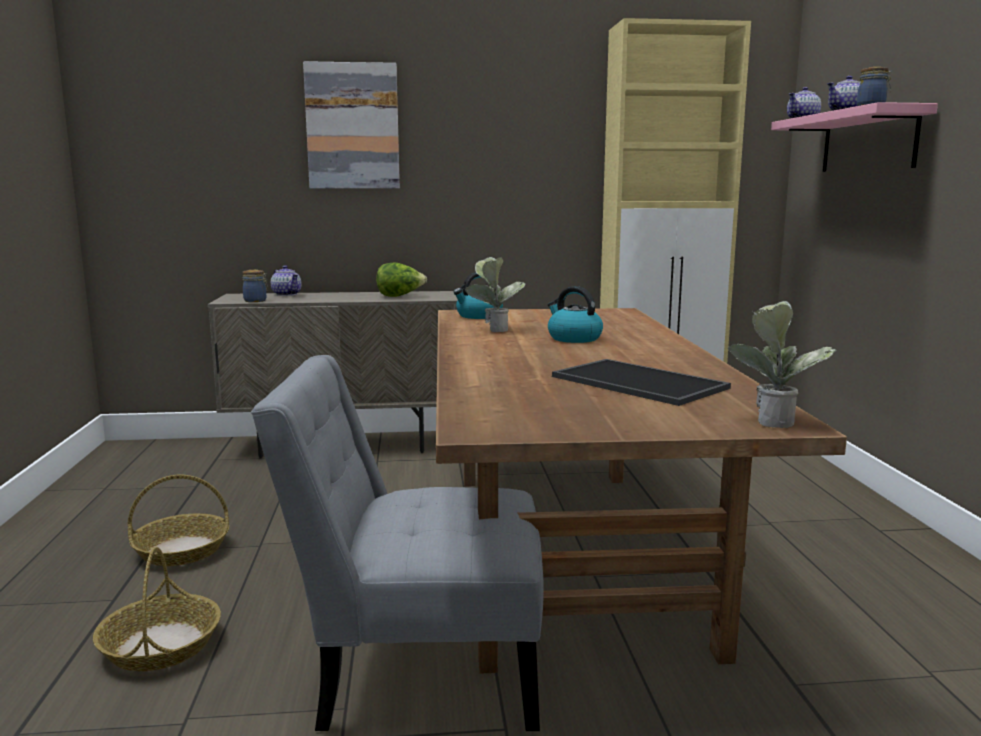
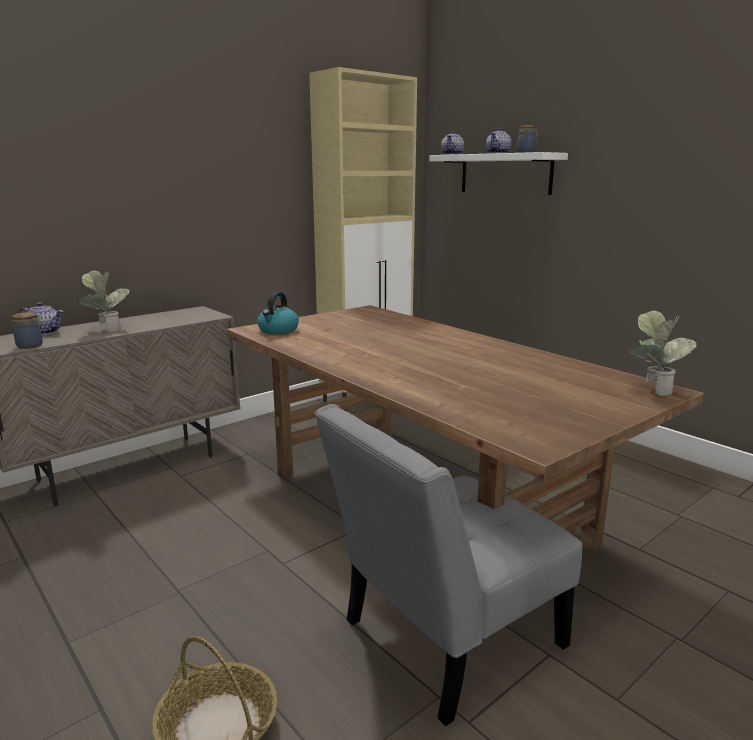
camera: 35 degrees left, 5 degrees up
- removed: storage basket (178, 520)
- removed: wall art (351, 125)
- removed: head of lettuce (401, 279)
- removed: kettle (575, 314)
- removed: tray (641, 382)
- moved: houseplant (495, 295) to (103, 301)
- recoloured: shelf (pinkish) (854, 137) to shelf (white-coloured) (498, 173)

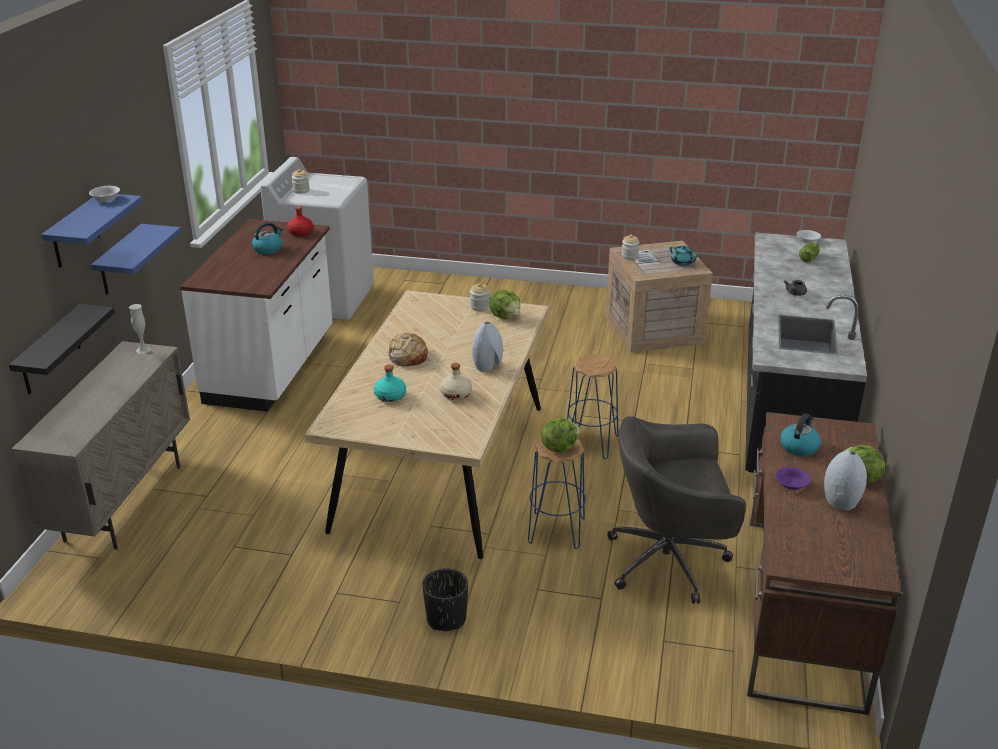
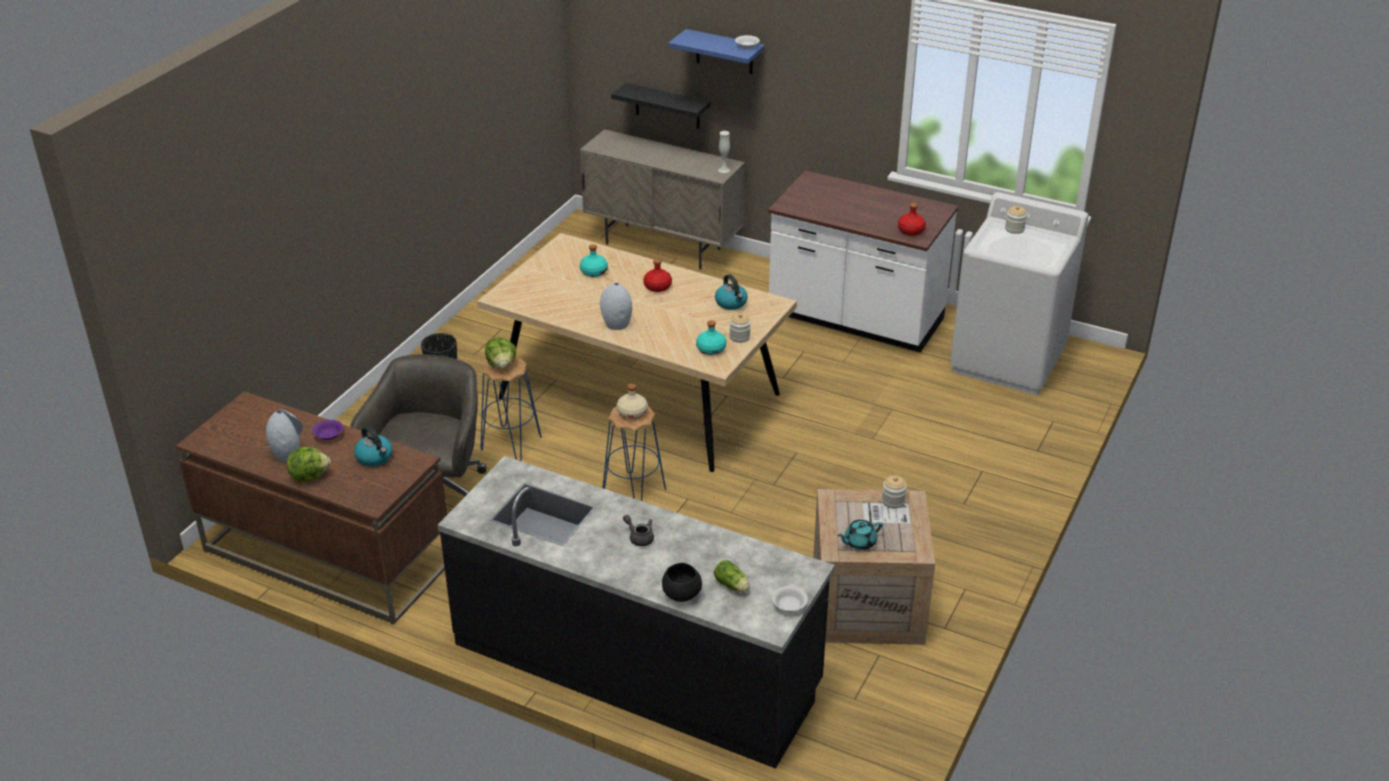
camera: 105 degrees right, 5 degrees up
- removed: shelf (bluish) (136, 259)
- added: serving bowl (black) (682, 582)
- moved: kettle (267, 238) to (731, 292)
- moved: bottle (sand-coloured) (456, 381) to (632, 401)
- replaced: bakery bread (408, 349) to bottle (red-coloured) (657, 275)
- replaced: head of lettuce (505, 304) to bottle (turquoise-coloured) (711, 337)

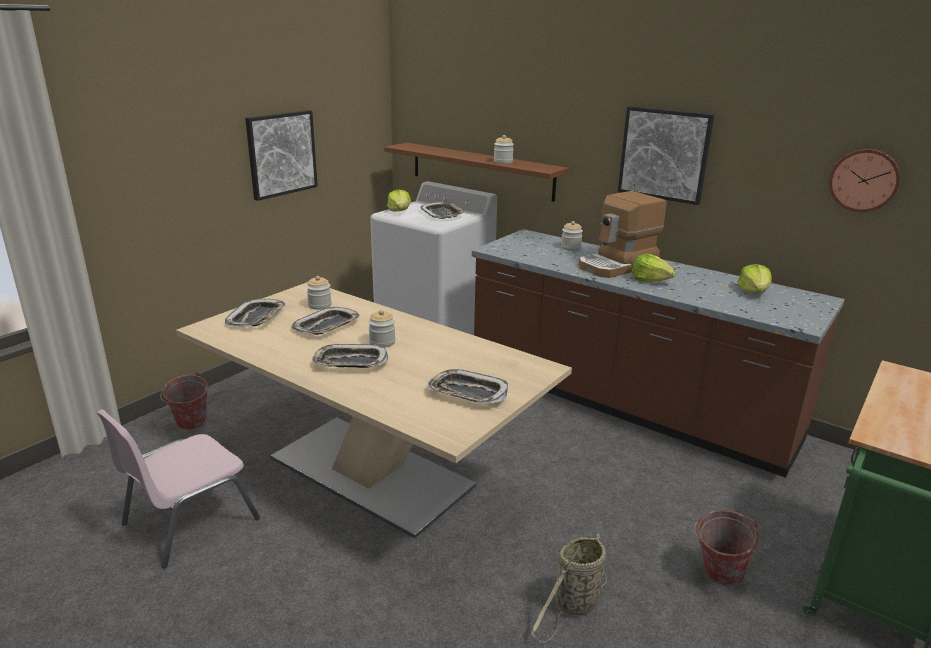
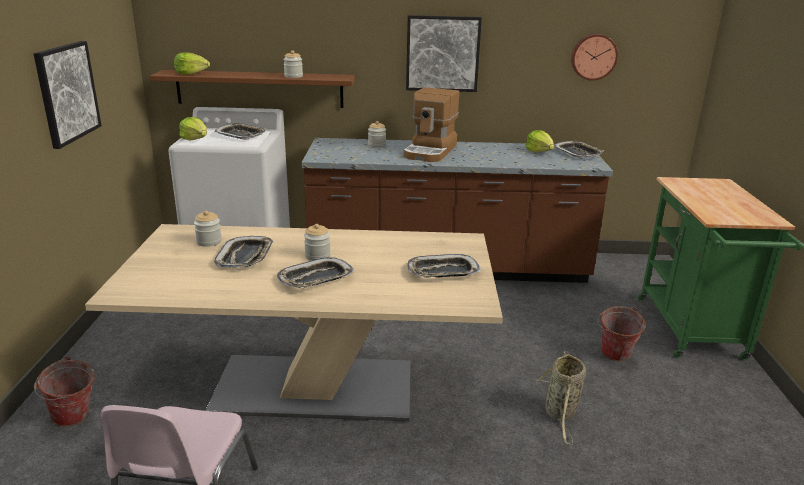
camera: 35 degrees left, 0 degrees up
- moved: tray (255, 313) to (579, 149)
- moved: head of lettuce (654, 268) to (192, 63)

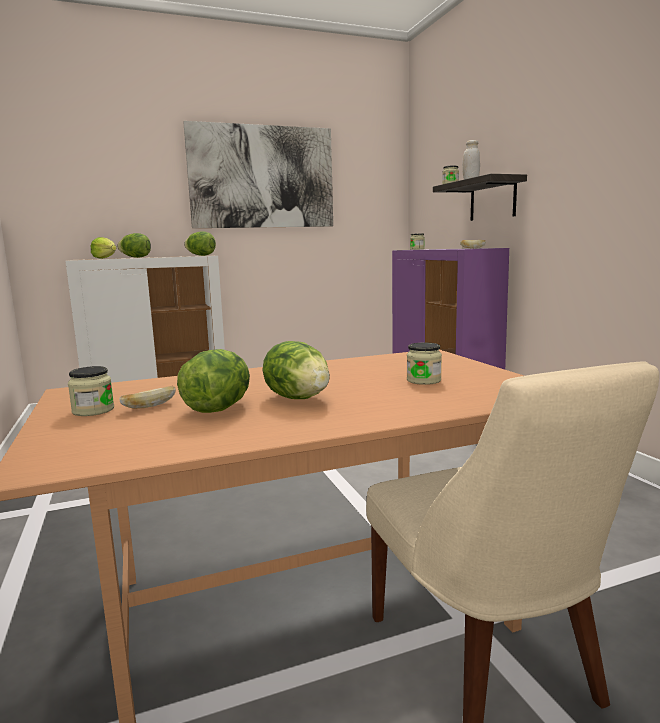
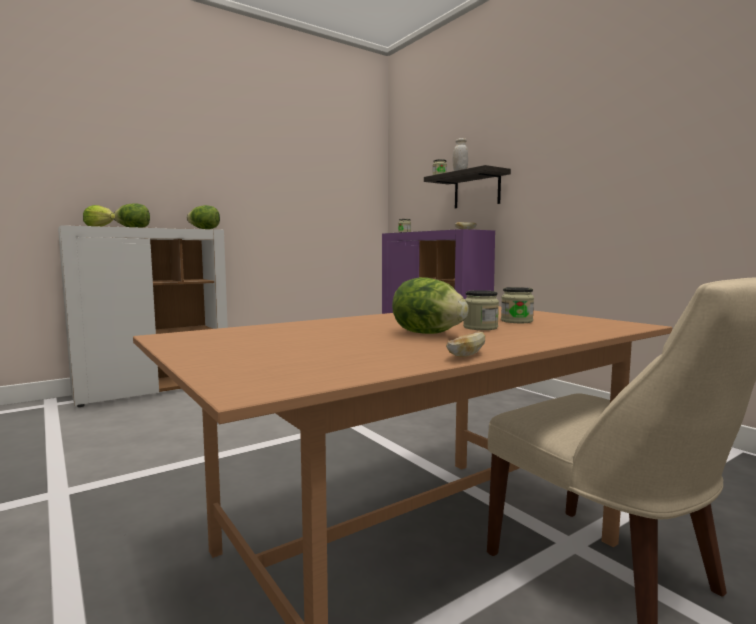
camera: 15 degrees left, 5 degrees down
- removed: head of lettuce (213, 381)
- removed: wall art (258, 174)
- moved: jar (91, 391) to (481, 310)
- moved: bakery bread (148, 397) to (465, 344)

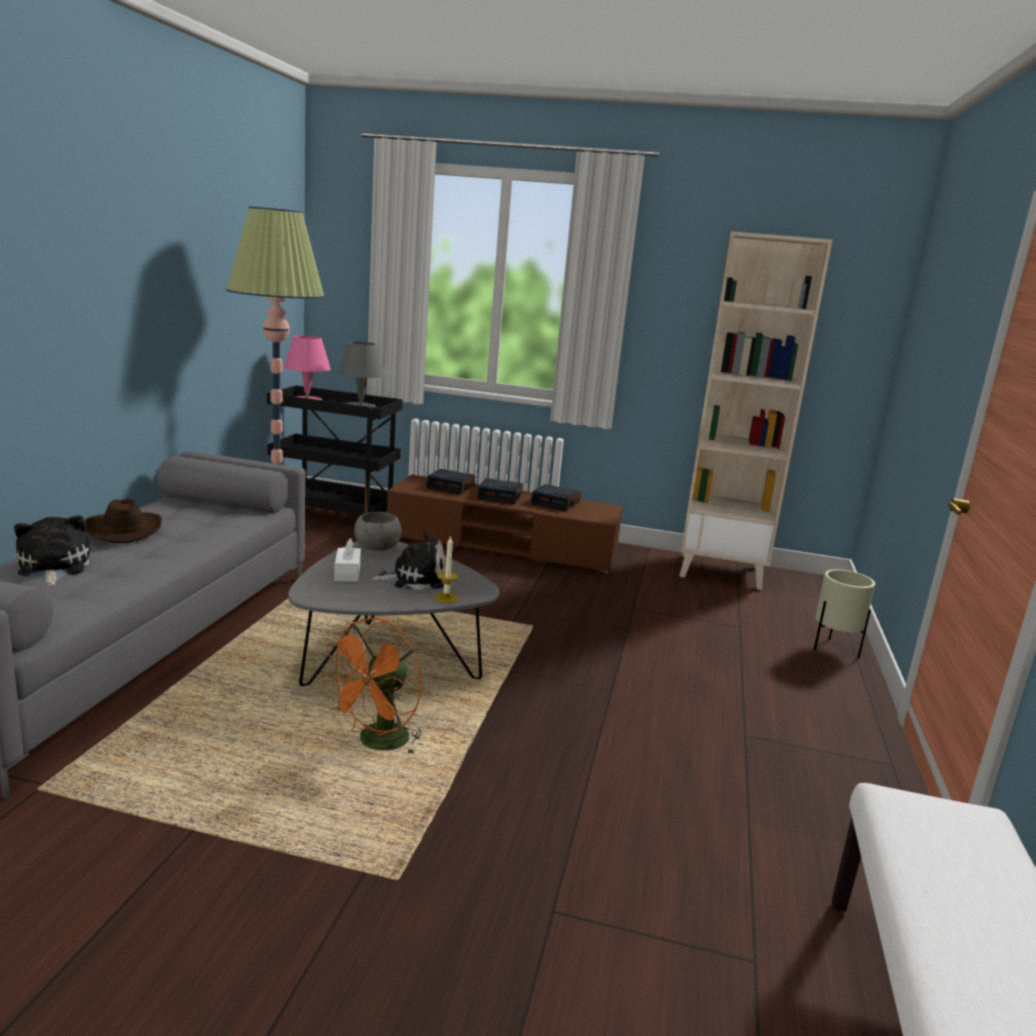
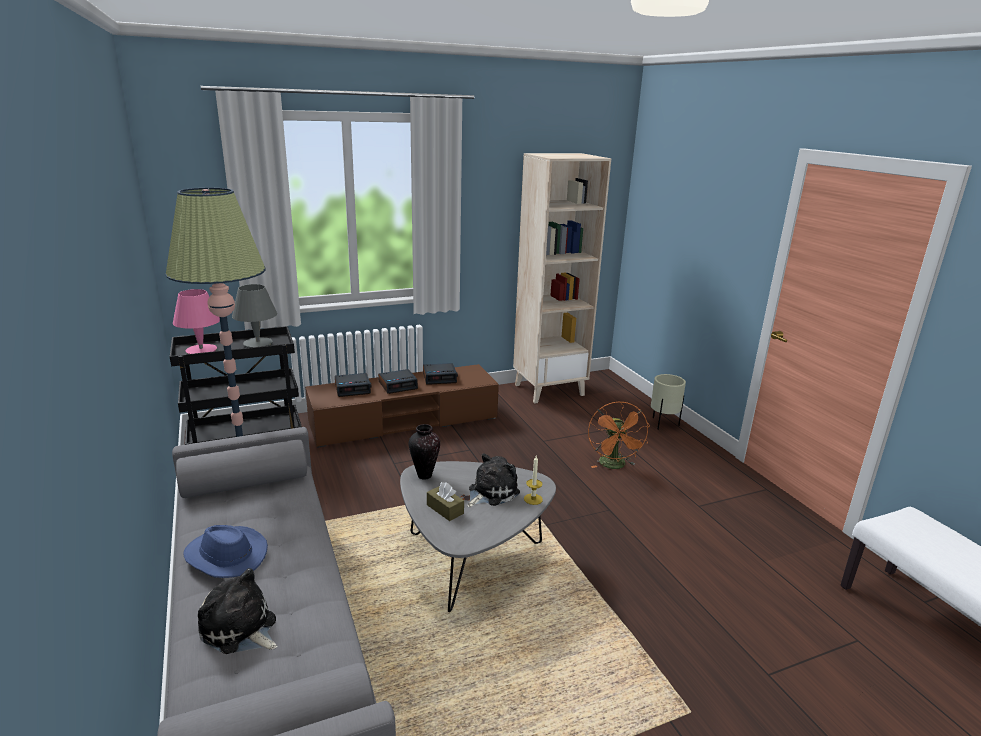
camera: 35 degrees left, 5 degrees up
- moved: cooling fan (orange) (372, 686) to (619, 435)
- replaced: serving bowl (grey) (378, 531) to flower vase (424, 452)
- recoloured: wearable hat (brown-coloured) (123, 521) to wearable hat (bluish) (225, 551)
- recoloured: tissue box (white-coloured) (347, 560) to tissue box (brown-coloured) (445, 501)

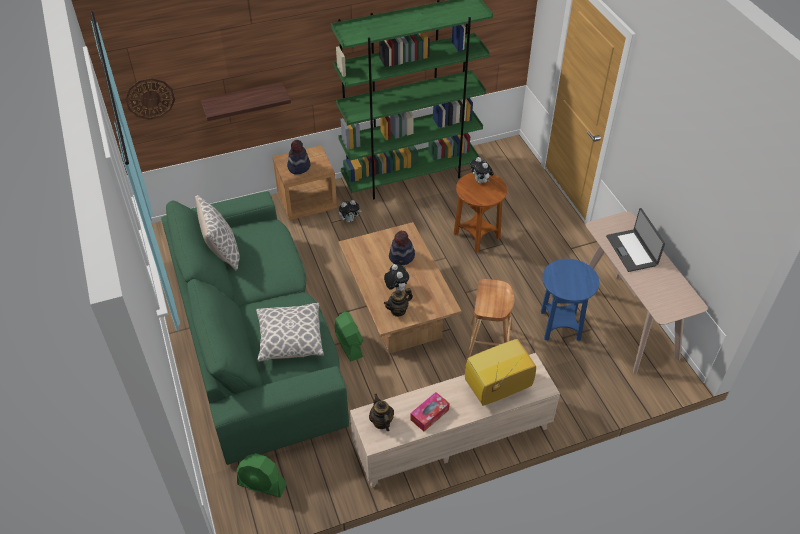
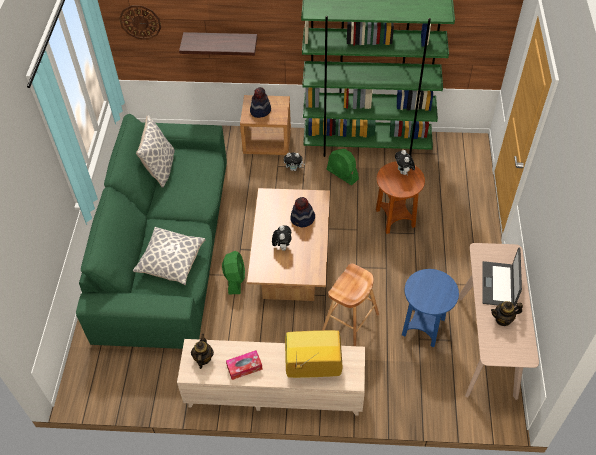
camera: 25 degrees right, 5 degrees up
- moved: cooling fan (greenish) (261, 475) to (343, 167)
- moved: pot for tea (398, 302) to (507, 313)

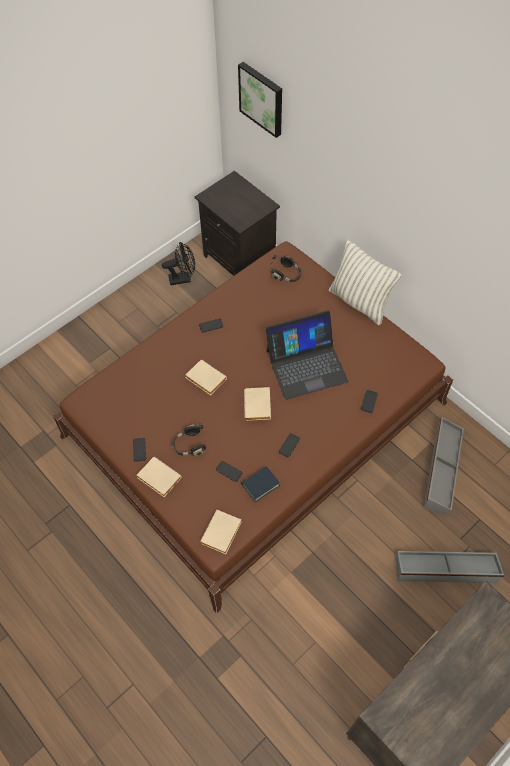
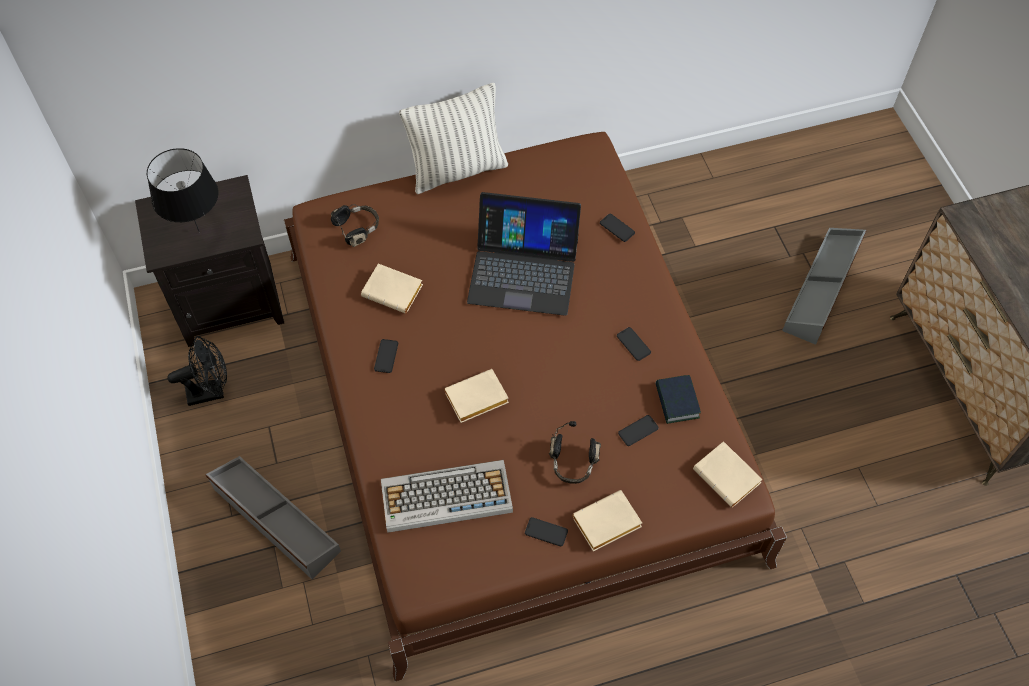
camera: 65 degrees left, 0 degrees up
- removed: wall art (260, 100)
- added: lamp for a table (black) (183, 189)
- added: PC keyboard (447, 496)
- moved: volume (sand-coloured) (257, 404) to (392, 289)
- moved: storage box (grey) (444, 466) to (273, 518)
- turned: cooling fan (black) (178, 263) = (197, 371) 60 degrees clockwise
- turned: laptop (307, 355) = (524, 254) 90 degrees clockwise

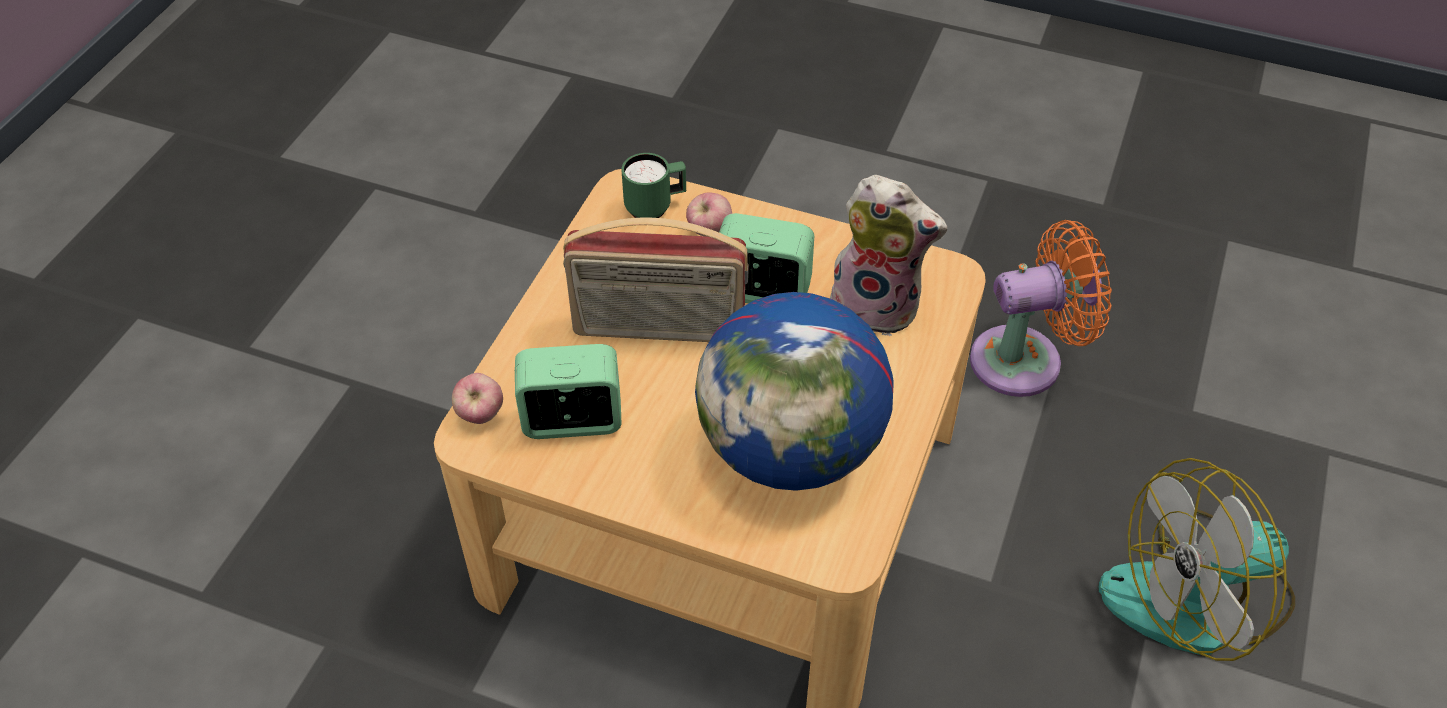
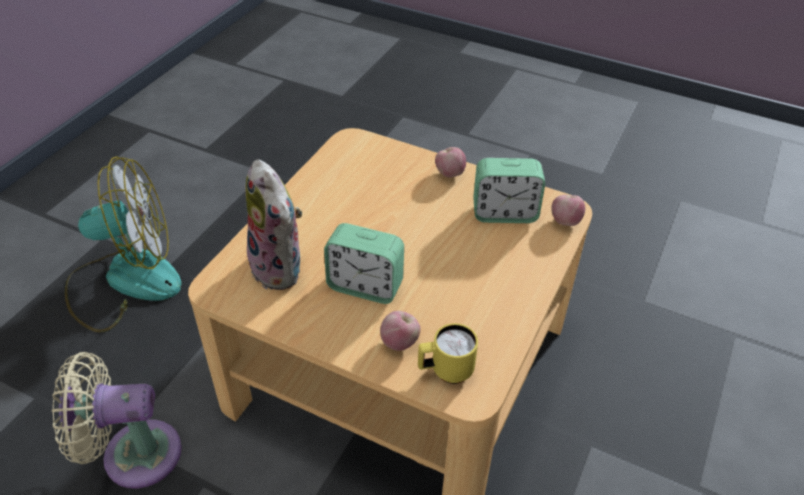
camera: 175 degrees left, 5 degrees down
- removed: radio (656, 279)
- removed: world globe (794, 391)
- added: apple (450, 162)
- recoloured: tea mug (greenish) (653, 185) to tea mug (yellow-coloured) (448, 353)
- recoloured: cooling fan (orange) (1041, 308) to cooling fan (sand-coloured) (117, 420)
- turned: plush toy (888, 255) = (274, 224) 150 degrees counterclockwise

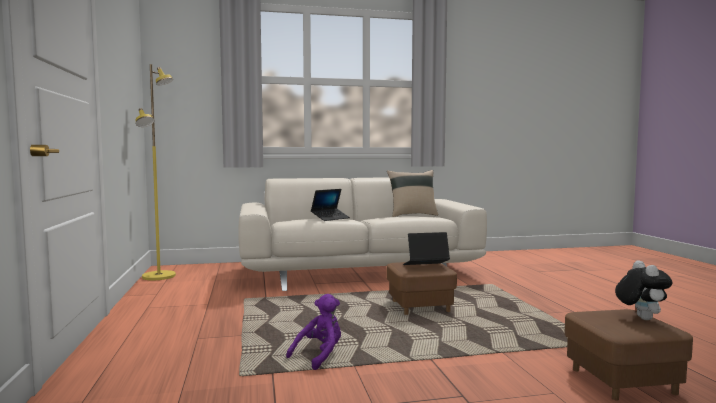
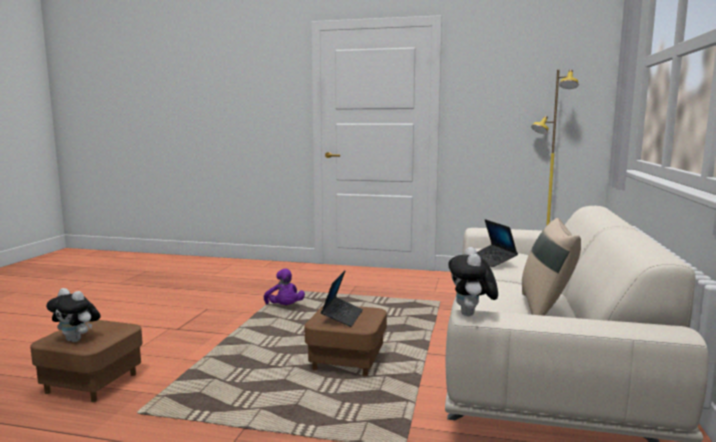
camera: 115 degrees right, 5 degrees up
- added: plush toy (473, 281)

